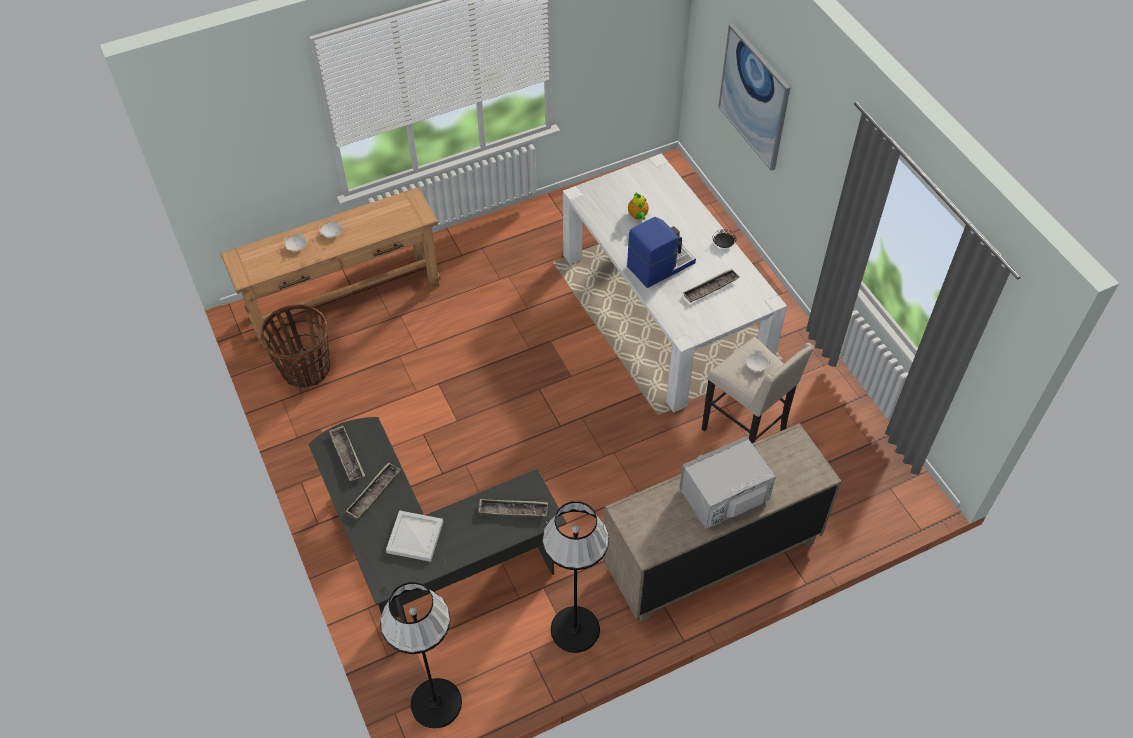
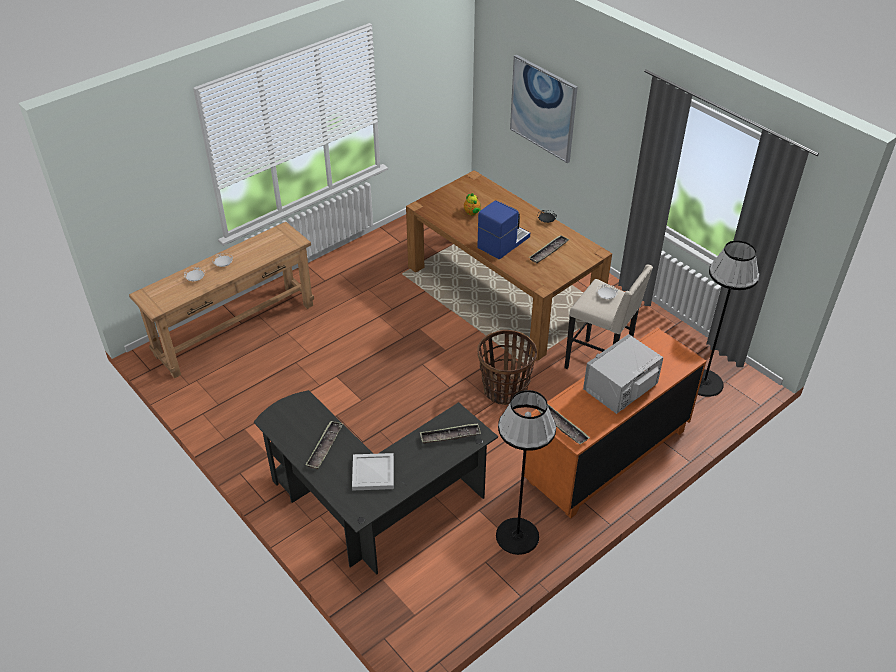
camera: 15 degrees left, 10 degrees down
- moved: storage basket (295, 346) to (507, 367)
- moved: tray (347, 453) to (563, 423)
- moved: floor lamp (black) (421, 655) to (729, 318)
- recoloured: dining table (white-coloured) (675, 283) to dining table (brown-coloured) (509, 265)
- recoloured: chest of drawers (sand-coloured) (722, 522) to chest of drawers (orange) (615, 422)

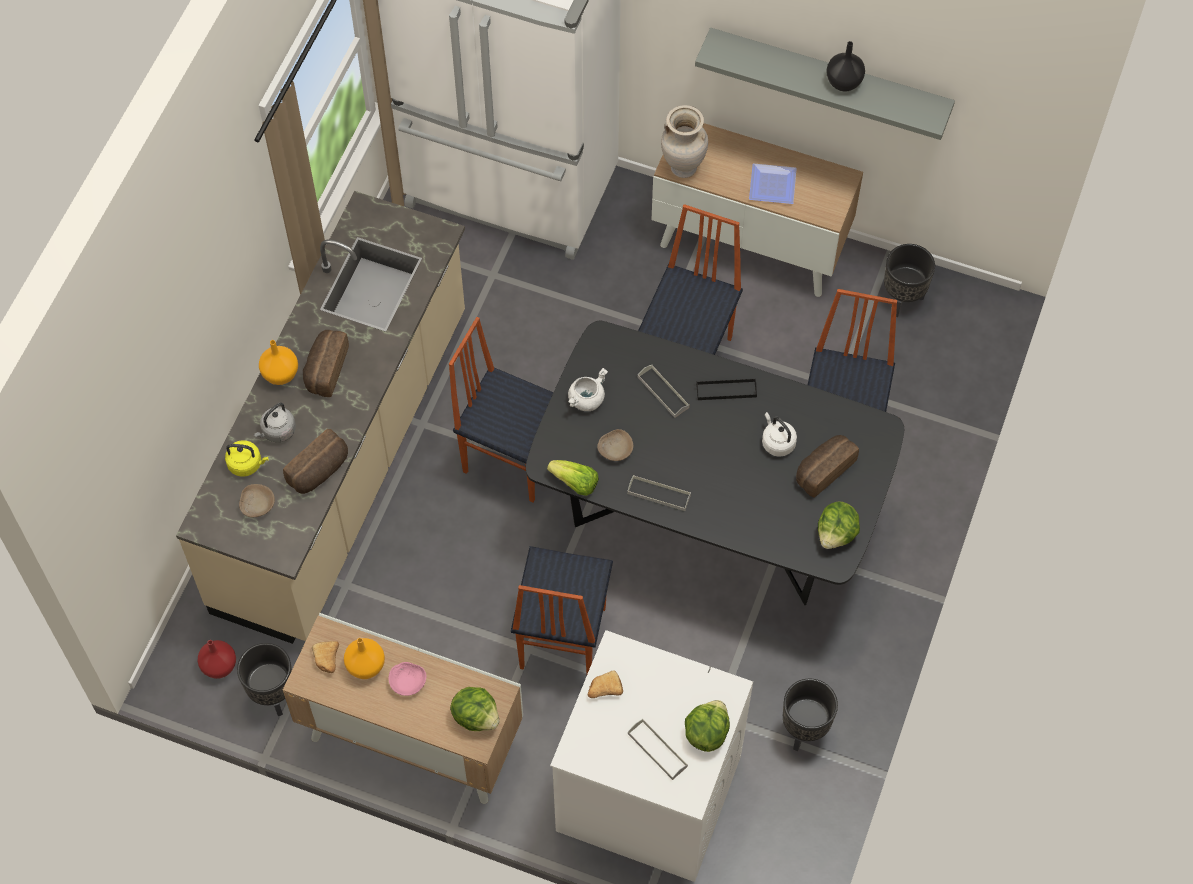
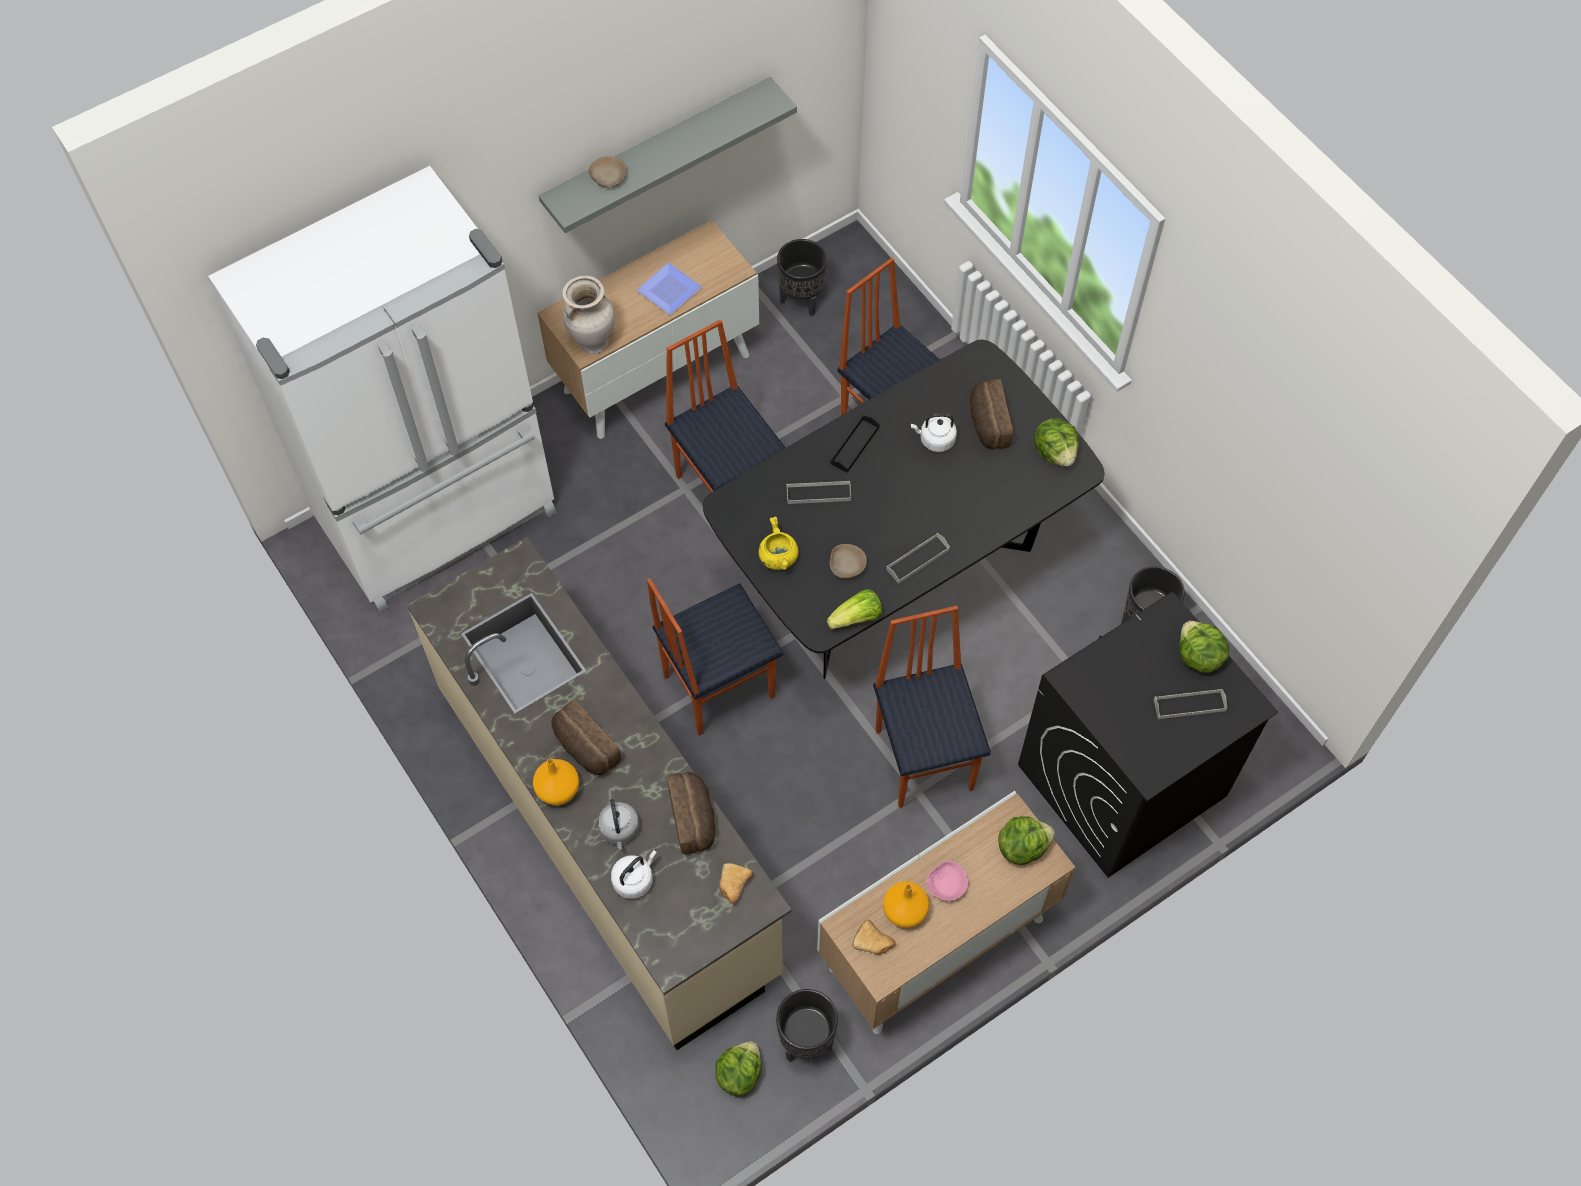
camera: 55 degrees left, 0 degrees up
- removed: flower vase (black) (845, 66)
- moved: serving bowl (sand-coloured) (257, 500) to (607, 171)
- moved: bakery bread (605, 684) to (736, 883)
- replaced: flower vase (red-coloured) (217, 659) to head of lettuce (738, 1068)
- recoloured: kettle (yellow-coloured) (246, 458) to kettle (white-coloured) (634, 874)
- recoloured: laundry appliance (white-coloured) (651, 756) to laundry appliance (black) (1148, 735)
- recoloured: saucepot (white-coloured) (588, 389) to saucepot (yellow-coloured) (779, 543)
- turned: plain chair (562, 610) = (932, 707) 150 degrees counterclockwise

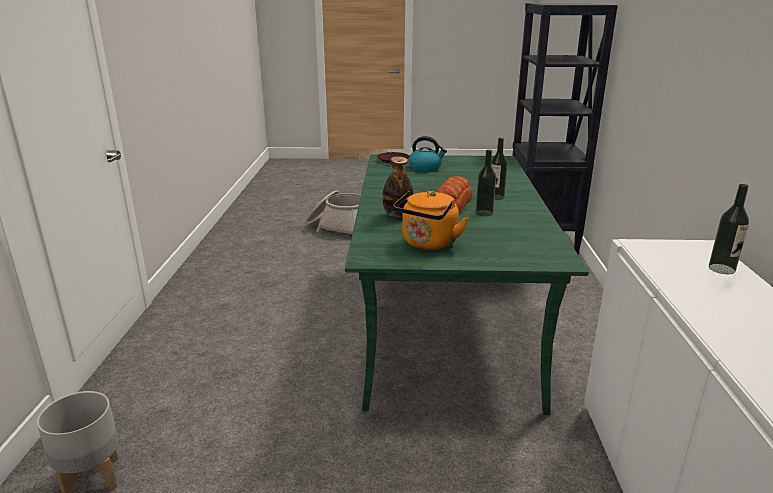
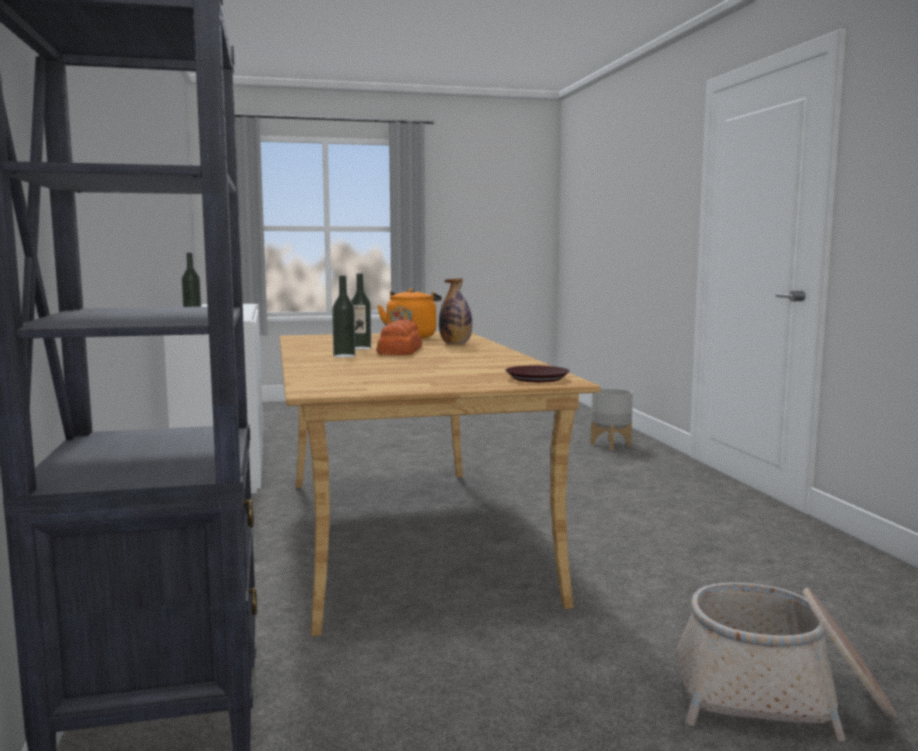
camera: 165 degrees right, 15 degrees down
- removed: kettle (428, 153)
- recoloured: dining table (greenish) (467, 285) to dining table (sand-coloured) (440, 484)

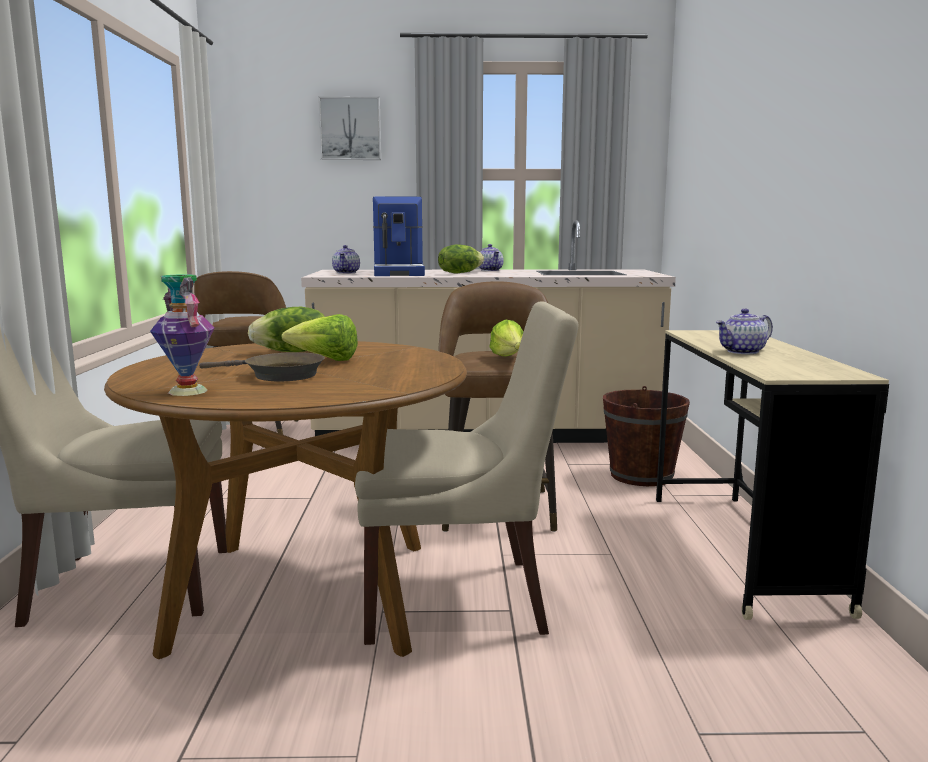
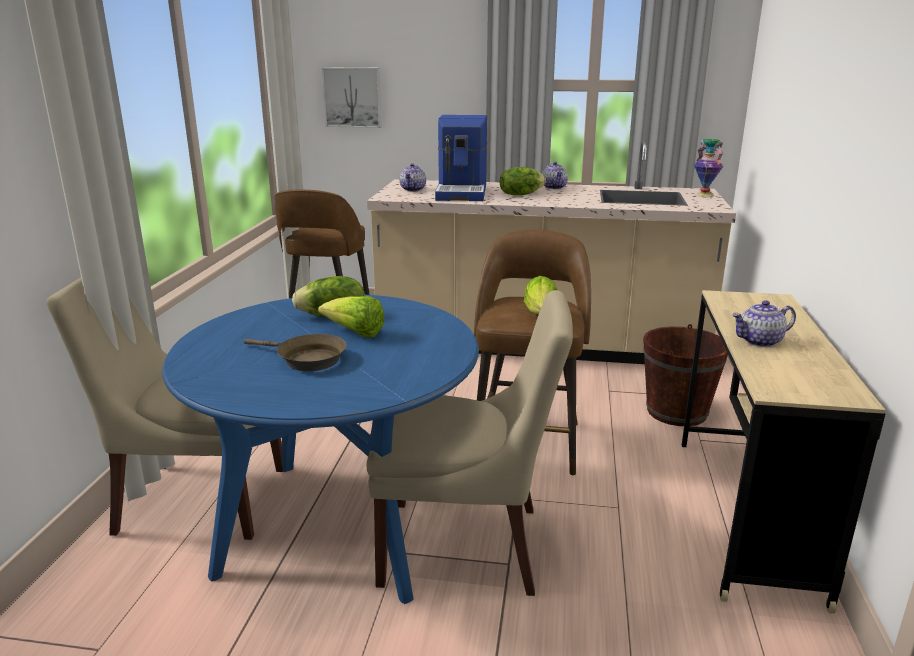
camera: 10 degrees right, 10 degrees up
- moved: flower vase (182, 335) to (709, 168)
- moved: wall art (349, 128) to (352, 97)
- recoloured: dining table (brown-coloured) (285, 500) to dining table (bluish) (320, 449)

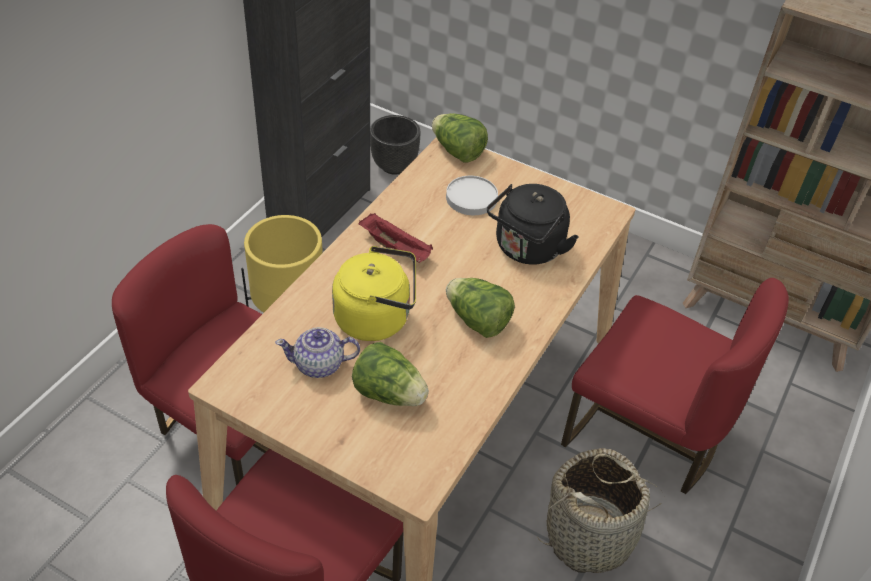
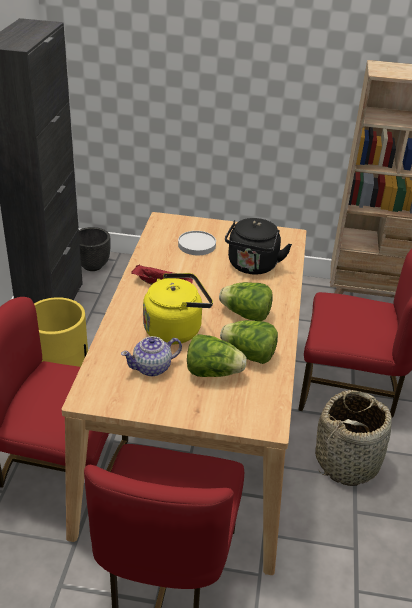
camera: 20 degrees left, 10 degrees down
- moved: head of lettuce (460, 138) to (249, 342)

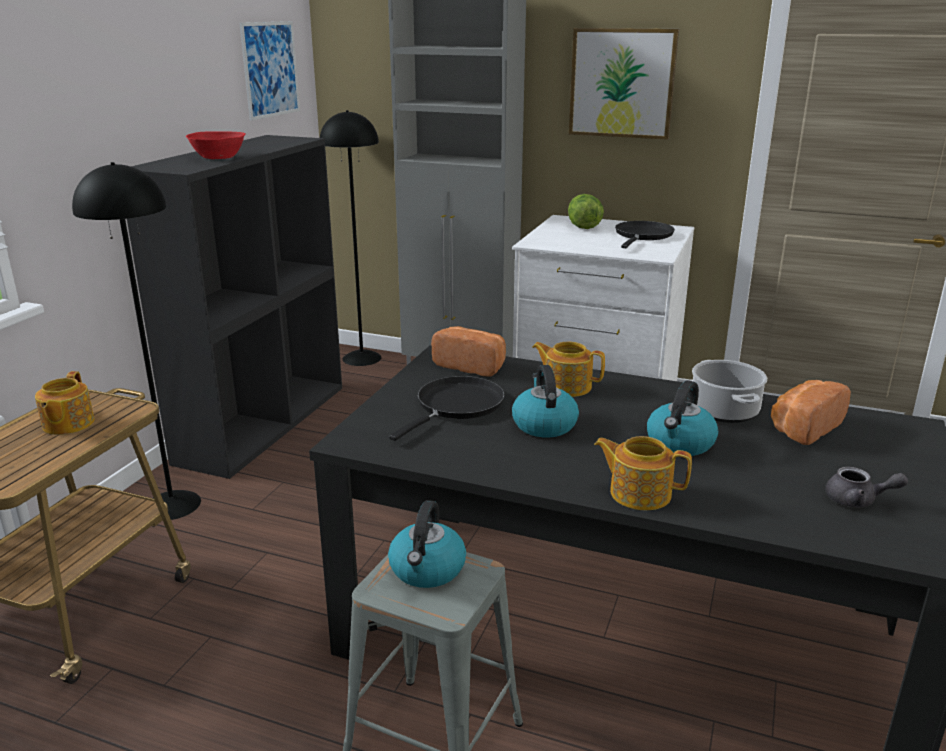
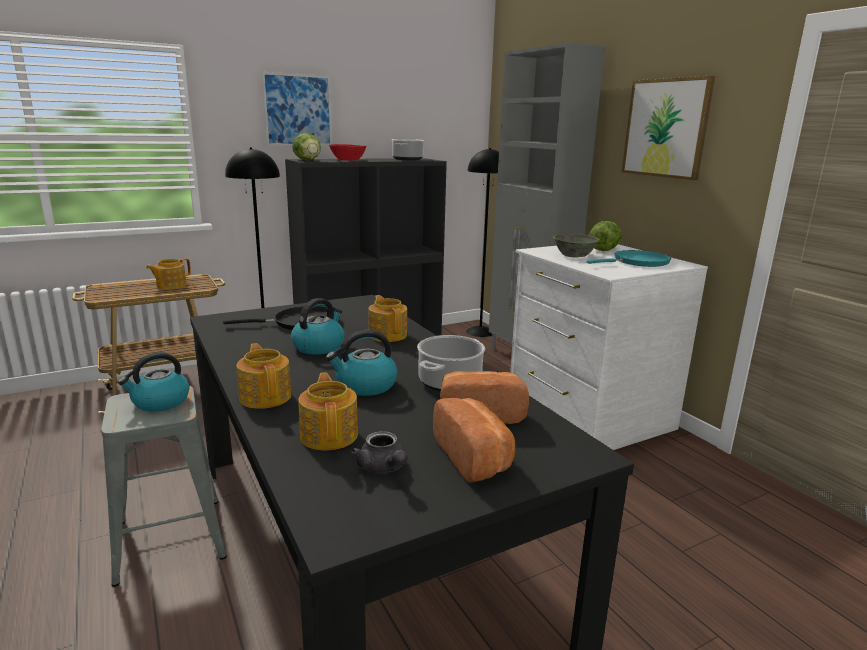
camera: 40 degrees right, 5 degrees down
- added: head of lettuce (306, 147)
- added: pot for tea (328, 411)
- added: saucepot (408, 149)
- added: serving bowl (grey) (576, 246)
- moved: wall art (269, 71) to (297, 109)
- moved: bakery bread (468, 351) to (474, 440)
- recoloured: frying pan (black) (645, 234) to frying pan (turquoise-coloured) (629, 258)

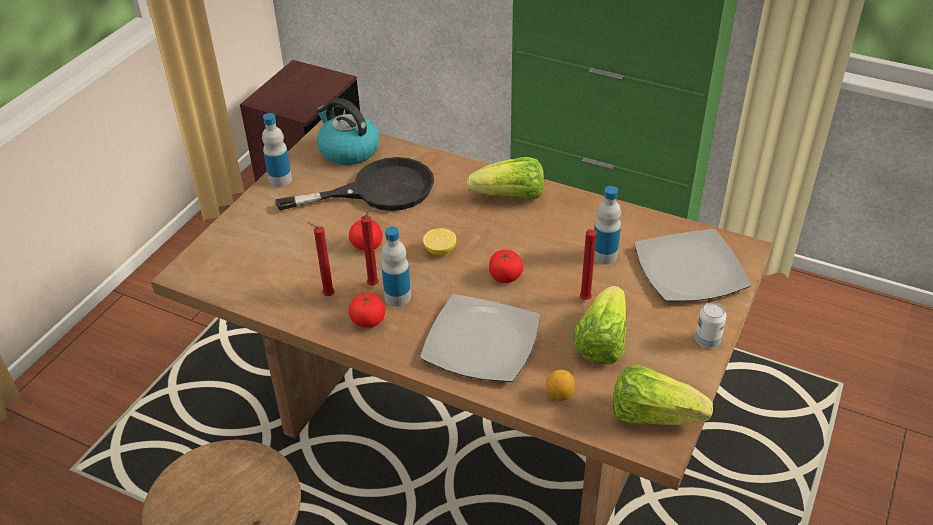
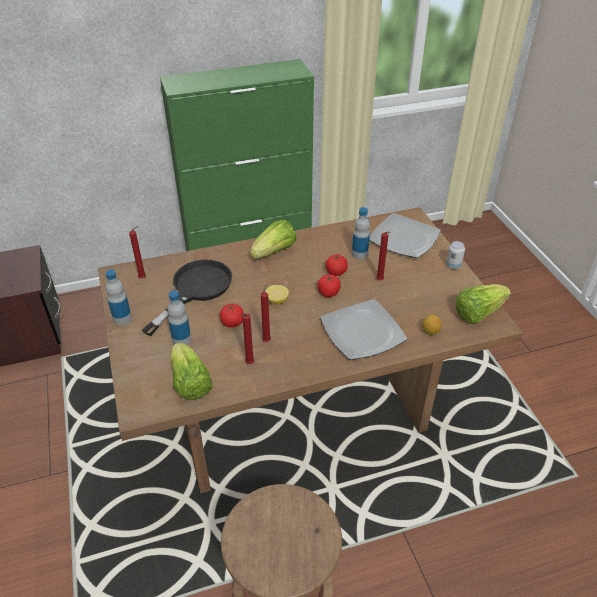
camera: 45 degrees left, 0 degrees up
- moved: fresh tomato (367, 310) to (337, 265)
- moved: bottle (396, 266) to (179, 317)
- moved: head of lettuce (599, 325) to (191, 371)
- replaced: kettle (347, 131) to candle (red-coloured) (137, 252)

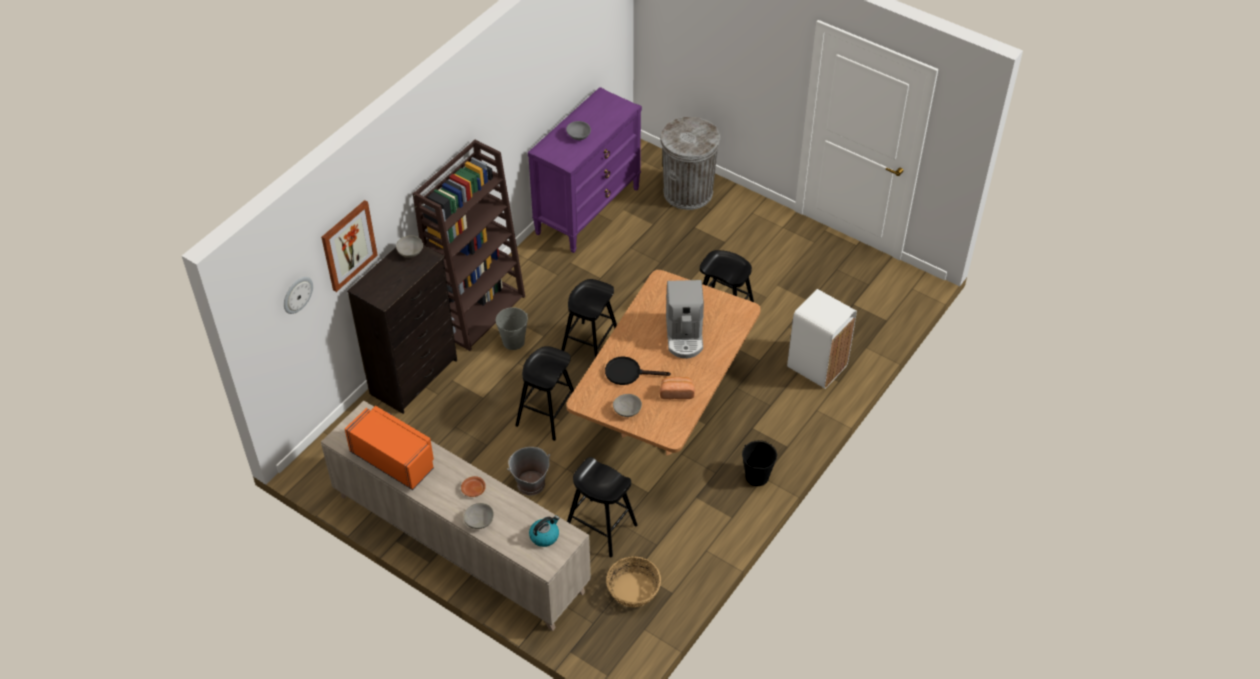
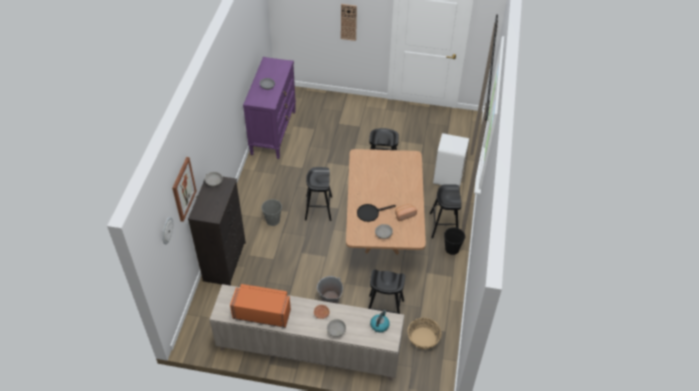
camera: 25 degrees left, 0 degrees up
- removed: bookcase (brown-coloured) (469, 245)
- removed: waste bin (grey) (690, 163)
- removed: coffee brewer (685, 319)
- added: clock on the wall (349, 22)
- moved: stool seat (black) (544, 393) to (445, 211)

